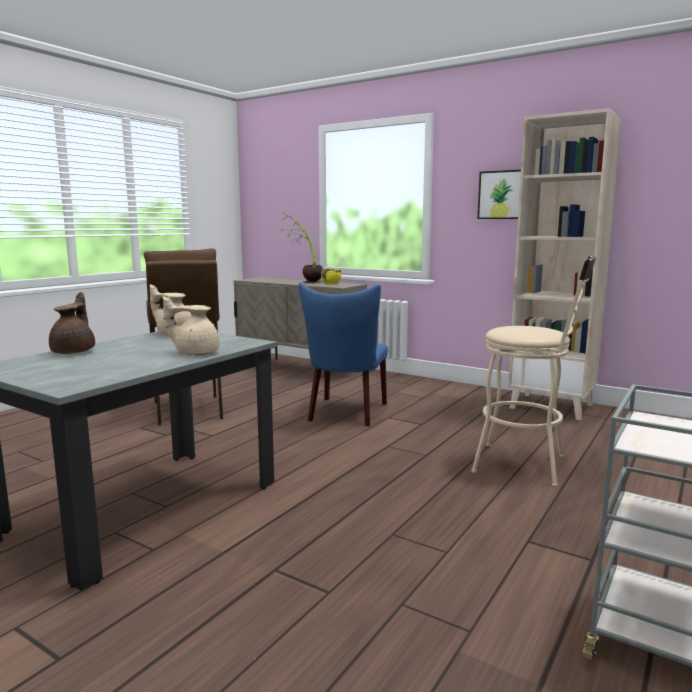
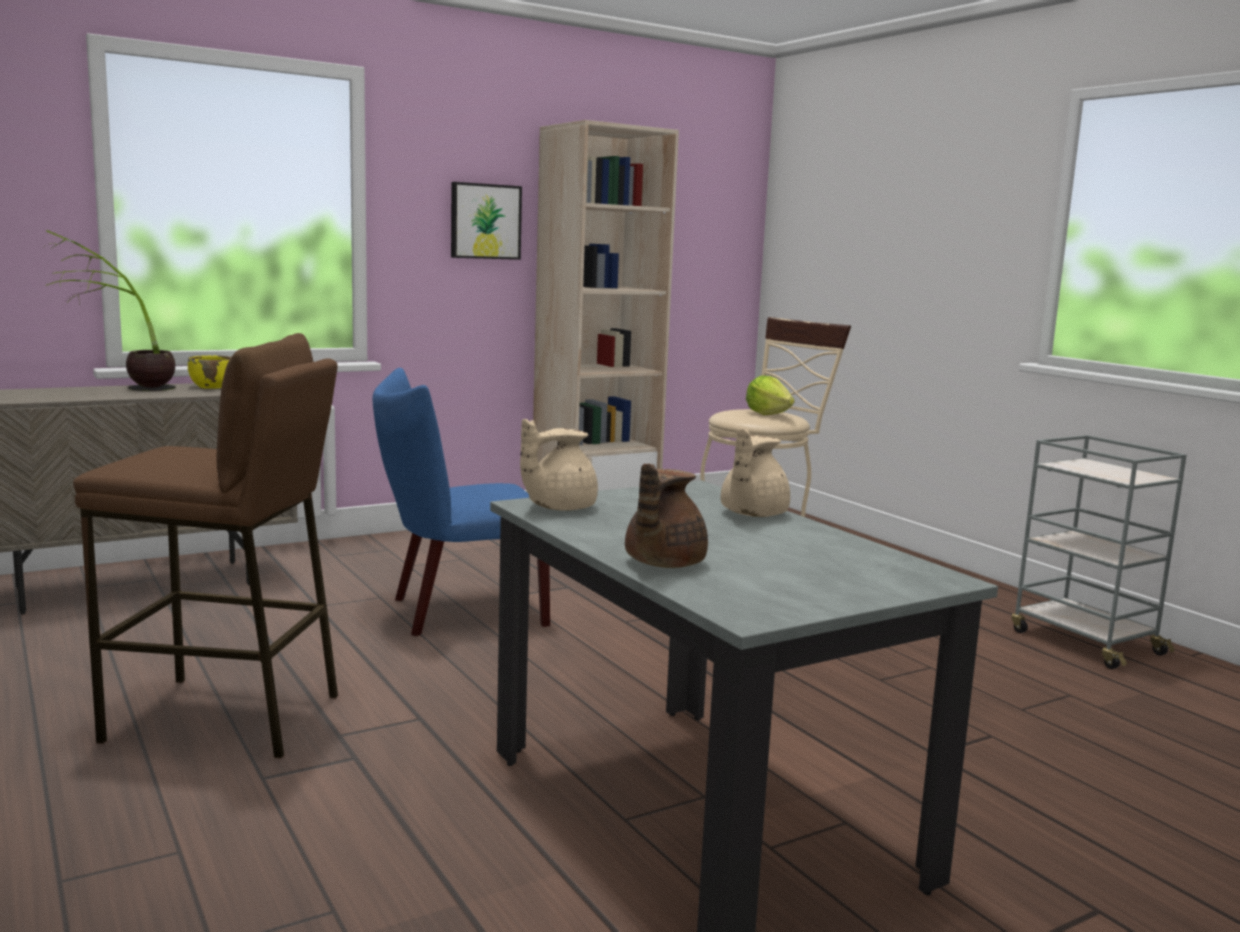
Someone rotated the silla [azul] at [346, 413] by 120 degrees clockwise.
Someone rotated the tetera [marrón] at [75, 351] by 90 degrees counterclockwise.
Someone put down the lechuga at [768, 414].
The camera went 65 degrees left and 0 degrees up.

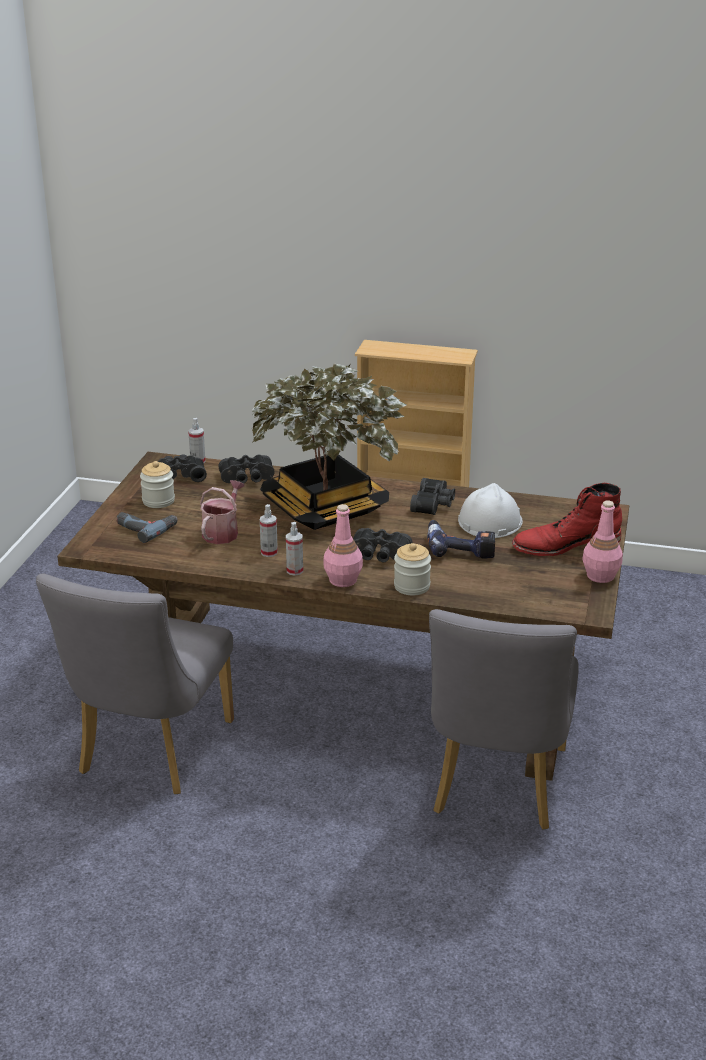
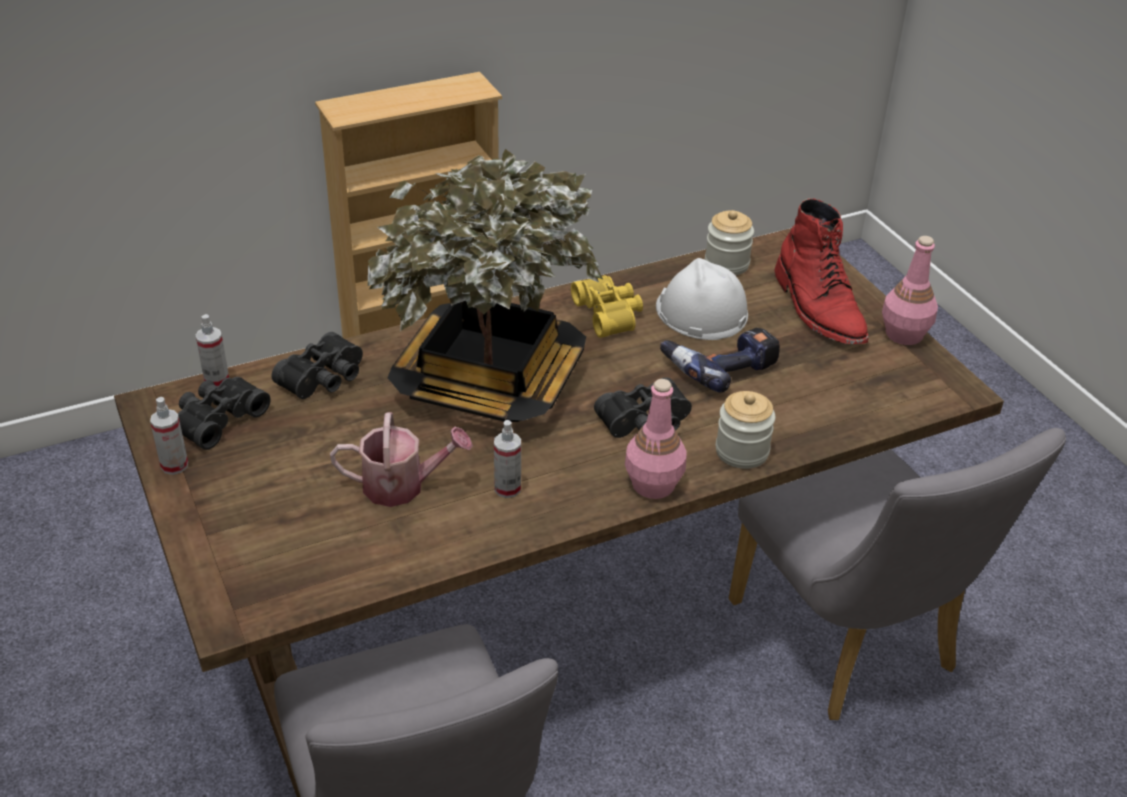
Someone carried the tarro from [158, 501] to [726, 264].
Someone repainted the prismáticos [negro] at [434, 504], which became the prismáticos [amarillo] at [610, 314].
Someone rotated the regadera at [222, 532] by 105 degrees clockwise.
Someone rotated the bota [rojo] at [565, 545] by 60 degrees counterclockwise.
Someone took away the taladro at [146, 528].
Someone carried the pulverizador from [295, 571] to [174, 465].
The camera went 40 degrees left and 10 degrees up.

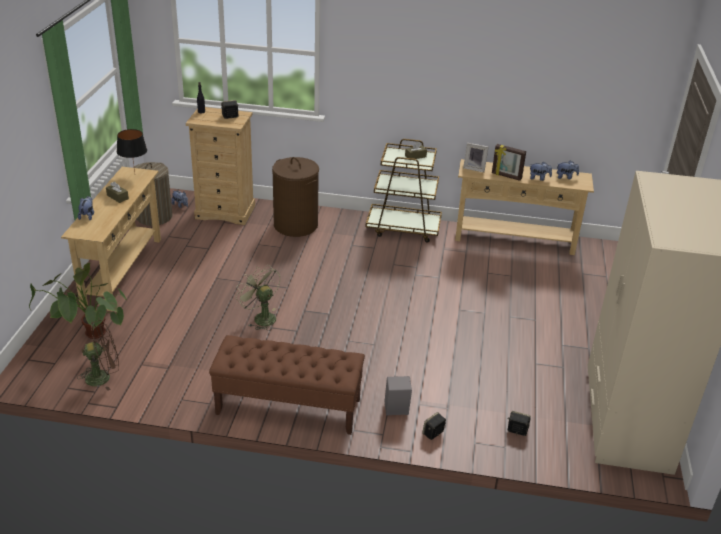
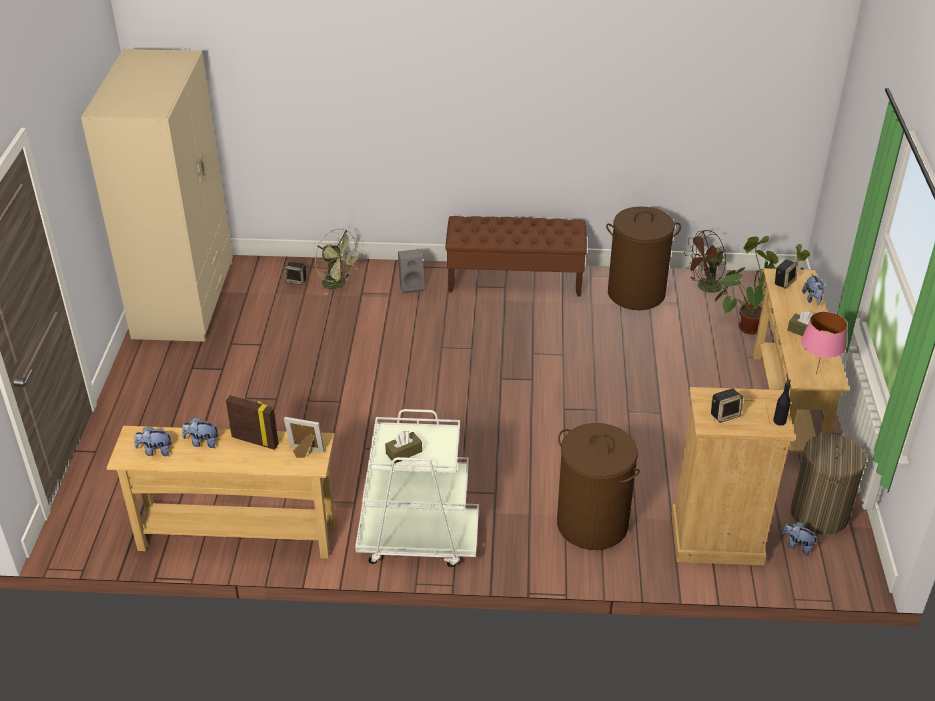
Someone repainted the lámpara de mesa [negro] at [135, 174], which became the lámpara de mesa [rosa] at [815, 374].
Someone repainted the carrito [marrón] at [403, 228], which became the carrito [blanco] at [418, 539].
Someone carried the ventilador [verde] from [261, 317] to [338, 284].
Someone carried the altavoz from [433, 433] to [784, 282].
Someone put down the cesto de la ropa [marrón] at [636, 293].
The camera went 175 degrees right and 5 degrees up.

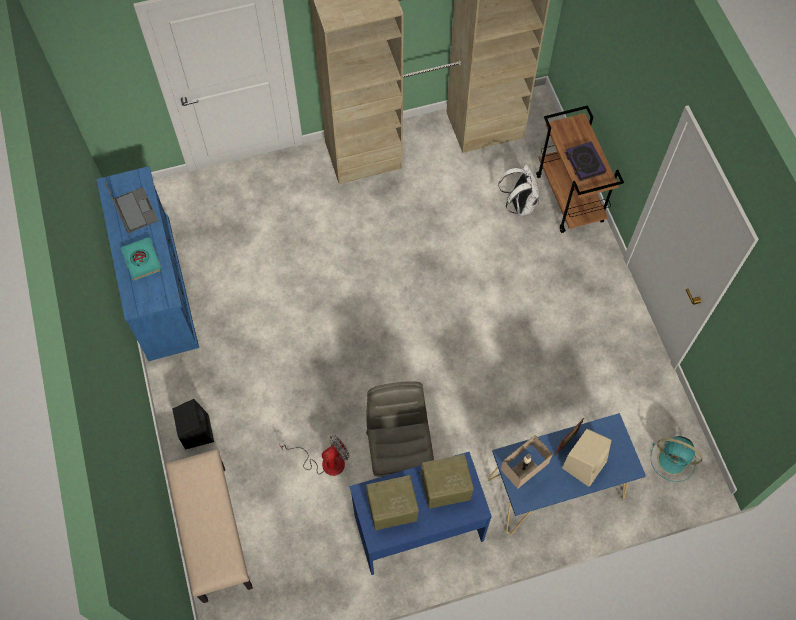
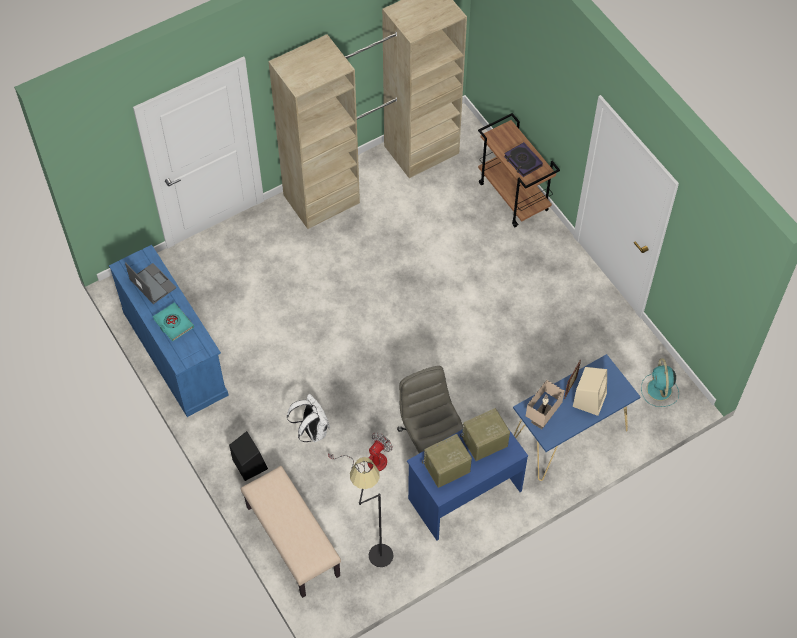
Someone carried the mochila [blanco] from [519, 205] to [312, 431].
Someone rotated the ventilador [turquesa] at [673, 461] by 75 degrees clockwise.
Someone put down the lámpara de pie [negro] at [373, 547].
The camera went 15 degrees left and 5 degrees down.

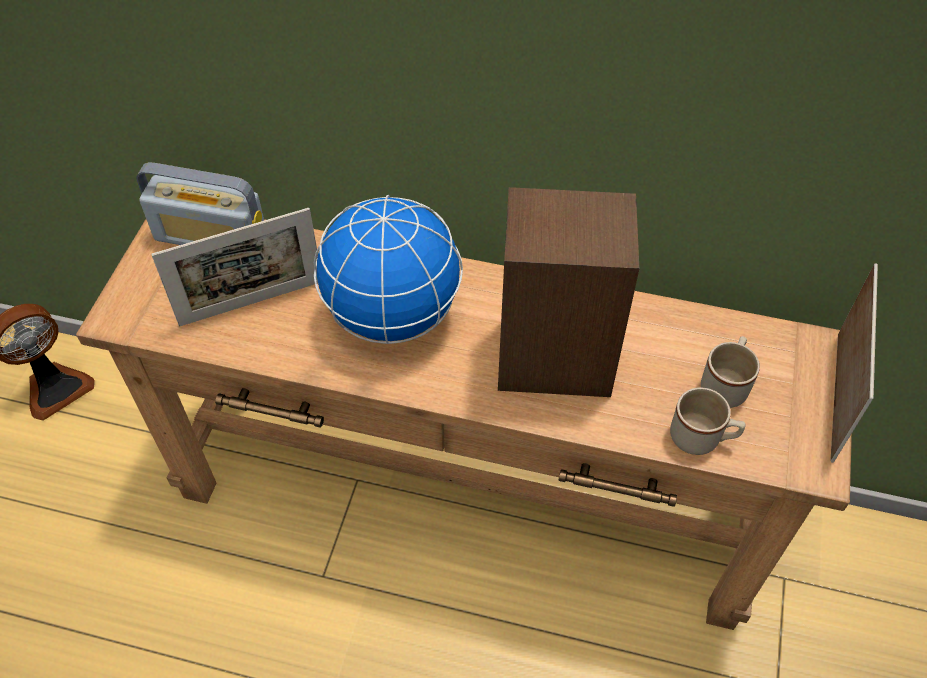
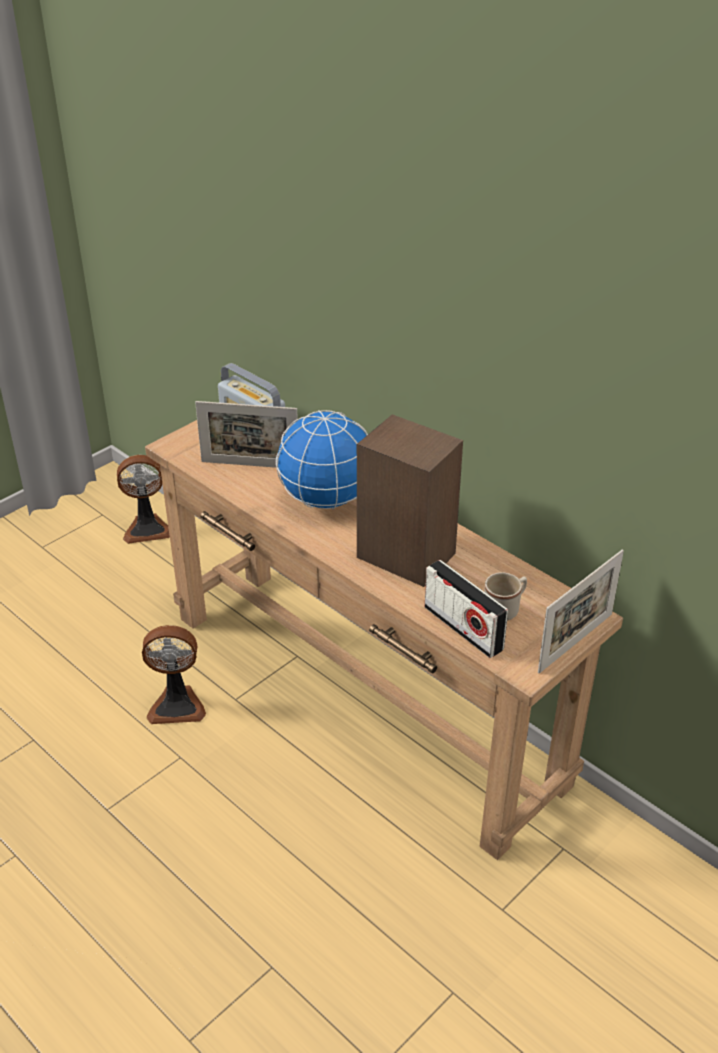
Someone swapped the taza grande [beis] at [702, 438] for the radio at [463, 628].
Someone put down the ventilador at [177, 705].
The camera went 30 degrees right and 15 degrees down.

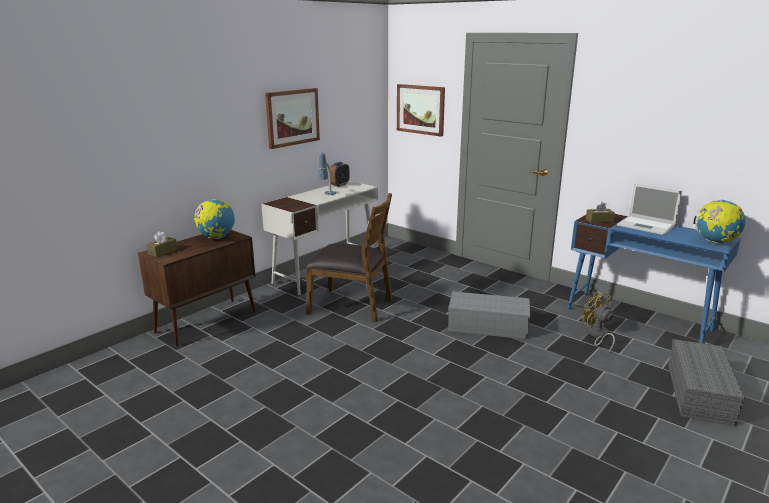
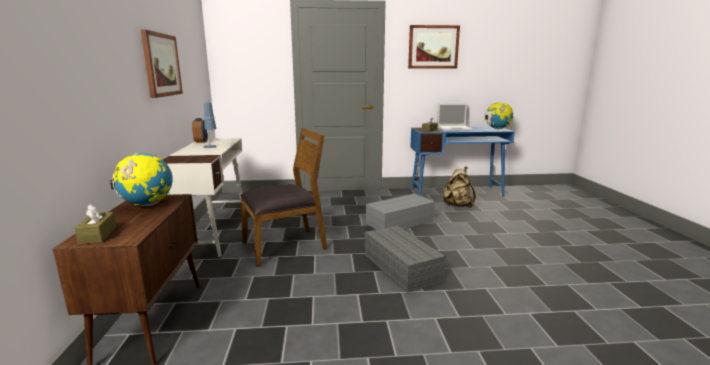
Someone carried the cuadro from [420, 109] to [433, 47].
Someone swapped the ventilador [amarillo] at [597, 335] for the mochila [beis] at [457, 206].
Someone carried the caja de almacenaje [gris] from [700, 394] to [402, 268].
The camera went 45 degrees left and 5 degrees down.

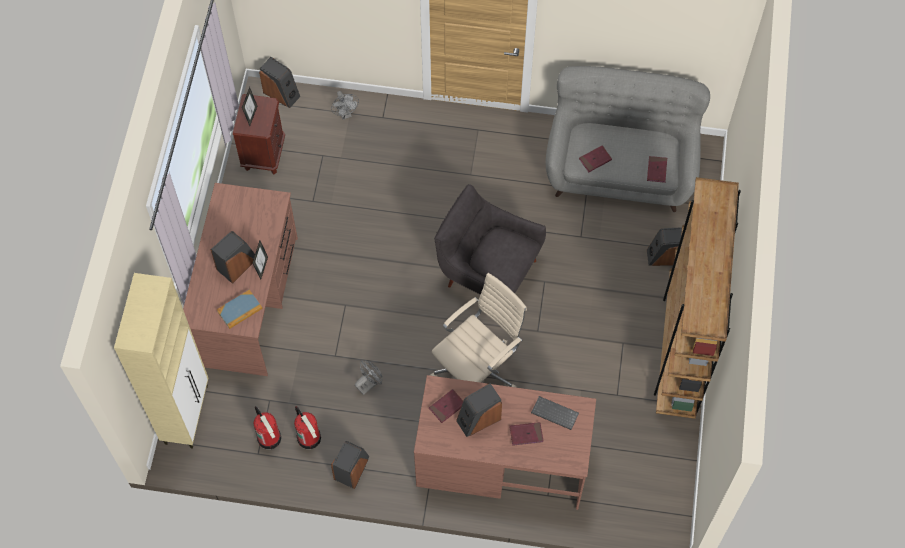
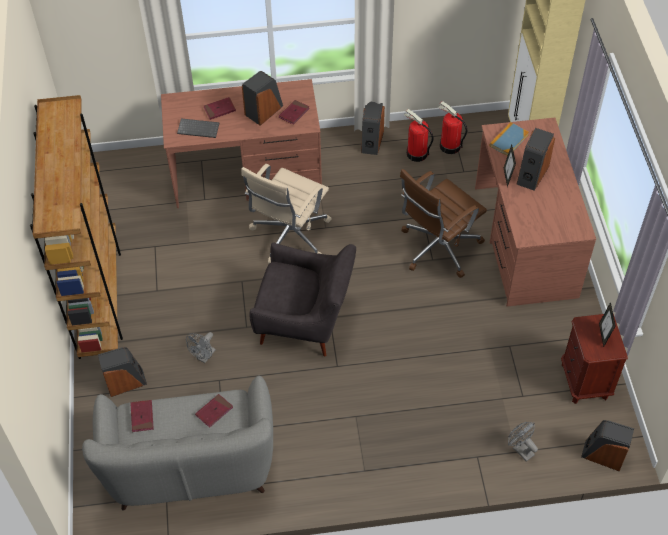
Someone carried the ventilador [gris] from [369, 384] to [204, 357].
Someone put down the silla de oficina [marrón] at [438, 248].
The camera went 165 degrees right and 10 degrees down.

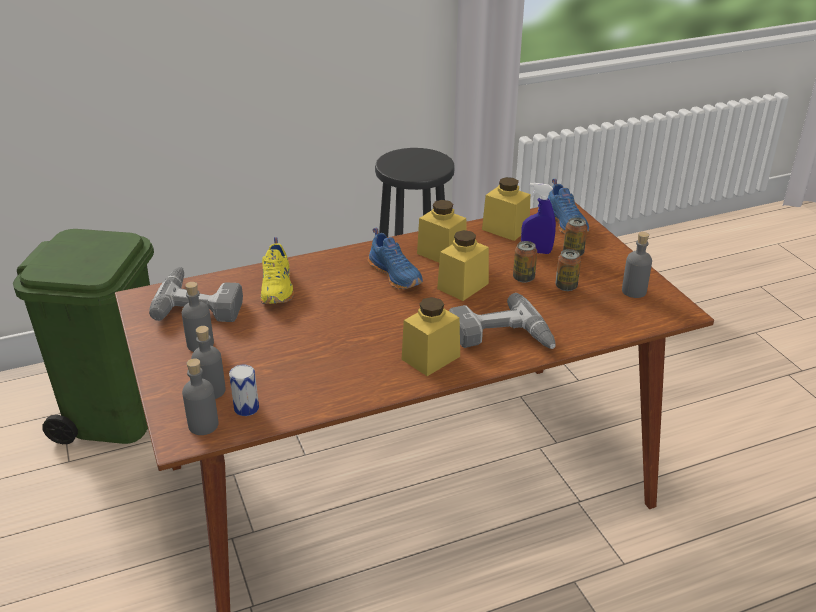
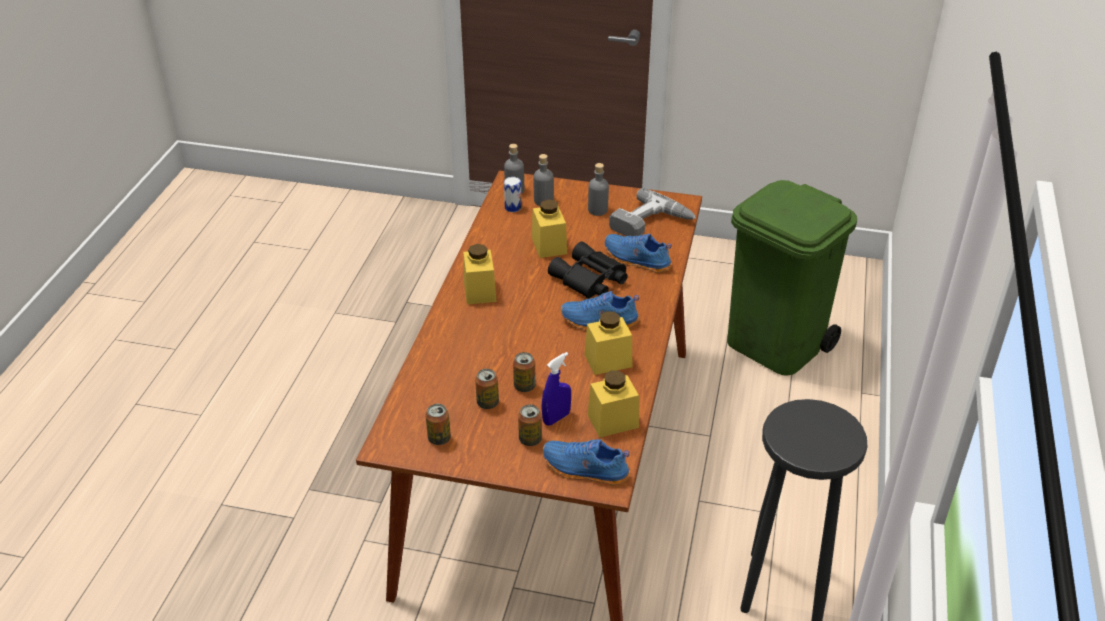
Someone carried the tarro [amarillo] from [463, 286] to [549, 245].
Someone swapped the botella [gris] at [634, 291] for the lata at [439, 438].
Someone repainted the zapato [amarillo] at [278, 288], which became the zapato [azul] at [636, 260].
Someone took away the taladro at [501, 338].
Someone put down the prismáticos [negro] at [589, 280].
The camera went 125 degrees right and 5 degrees up.

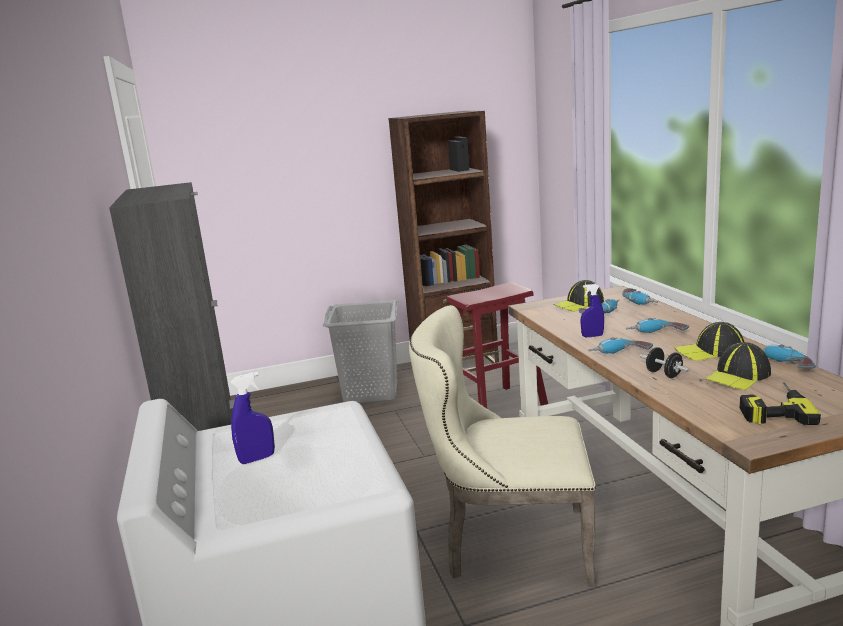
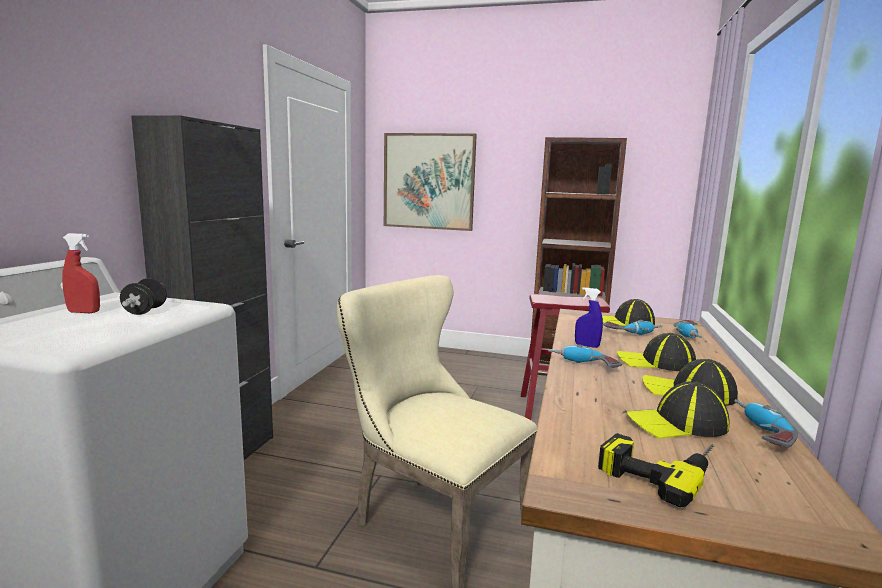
Someone took away the cesto de la ropa [gris] at [370, 392].
Someone swapped the taladro at [656, 334] for the gorra at [656, 362].
Someone carried the mancuerna [negro] from [664, 374] to [145, 311].
Someone repainted the pulverizador [azul] at [257, 459], which became the pulverizador [rojo] at [84, 312].
Someone put up the cuadro at [428, 181].
The camera went 30 degrees right and 5 degrees down.

